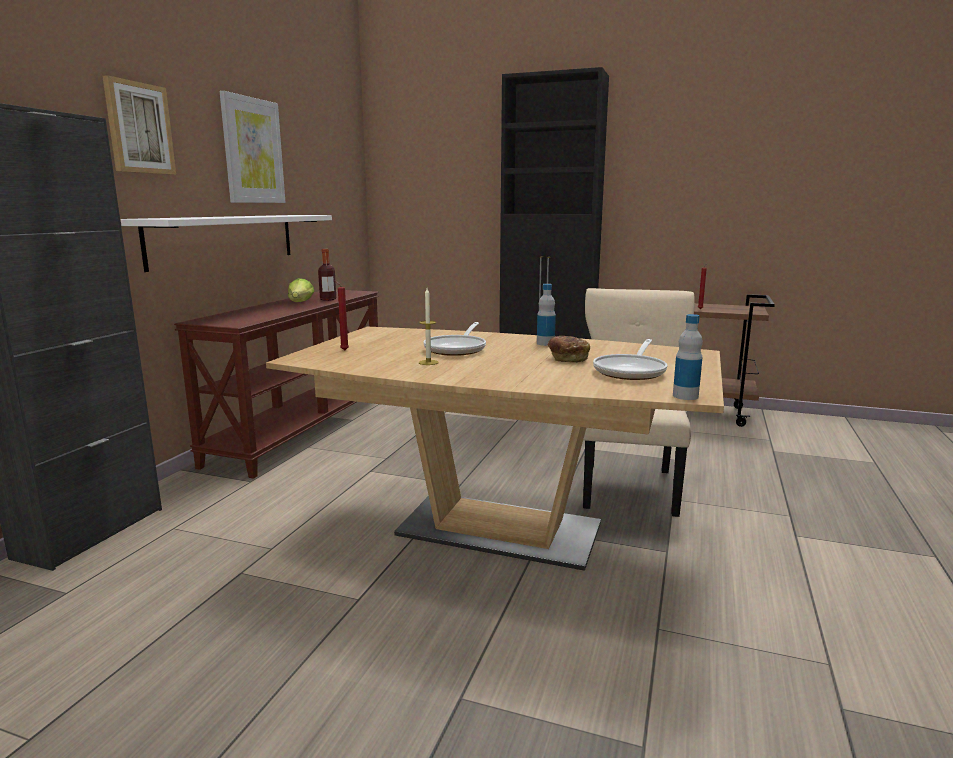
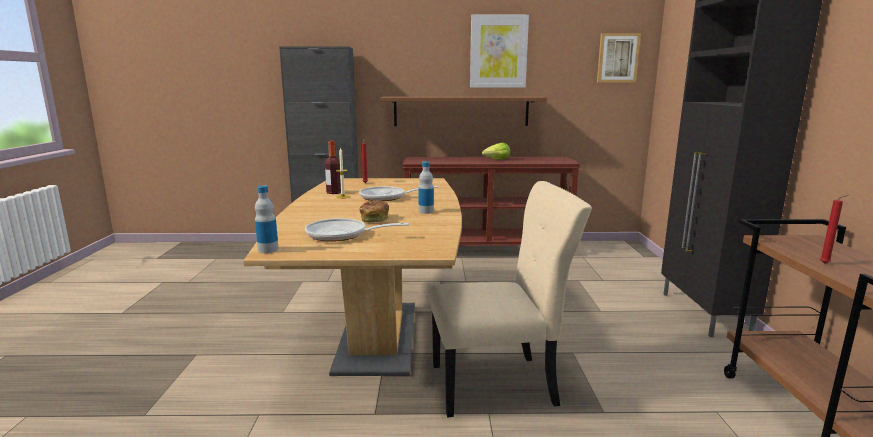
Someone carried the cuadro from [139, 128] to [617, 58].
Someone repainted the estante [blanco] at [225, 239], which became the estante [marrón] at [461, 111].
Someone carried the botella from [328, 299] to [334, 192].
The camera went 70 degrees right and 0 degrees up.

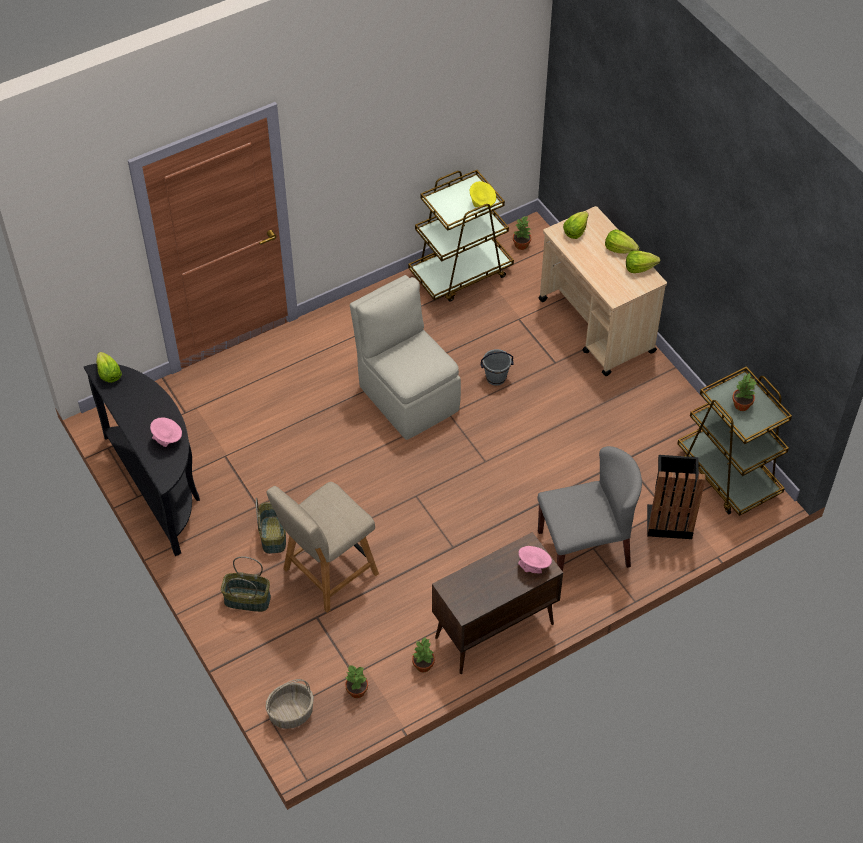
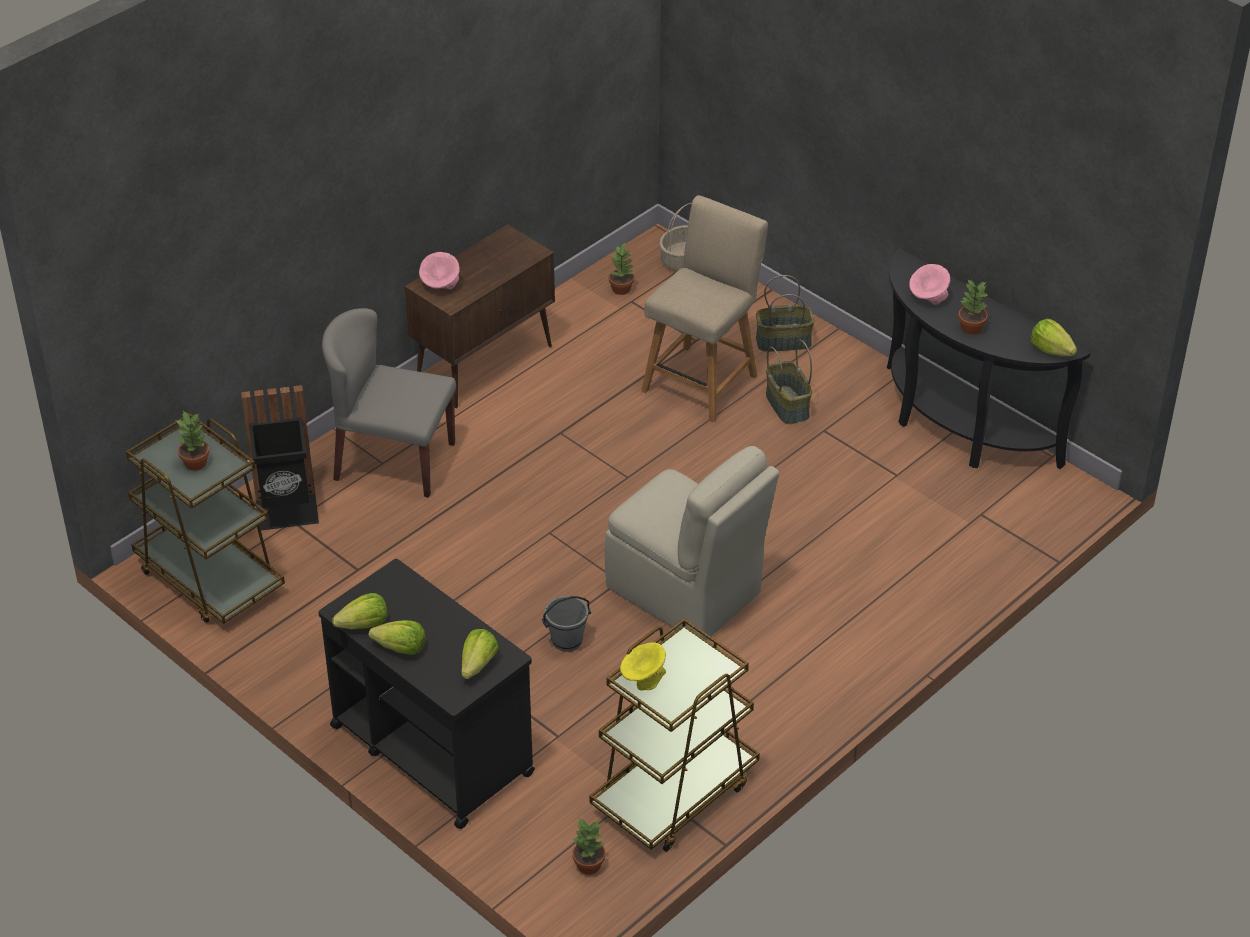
Someone repainted the carrito [beis] at [596, 326], which became the carrito [negro] at [431, 749].
Someone rotated the silla [gris] at [584, 548] by 45 degrees clockwise.
Someone carried the planta en maceta from [423, 665] to [970, 328].
The camera went 165 degrees right and 10 degrees down.

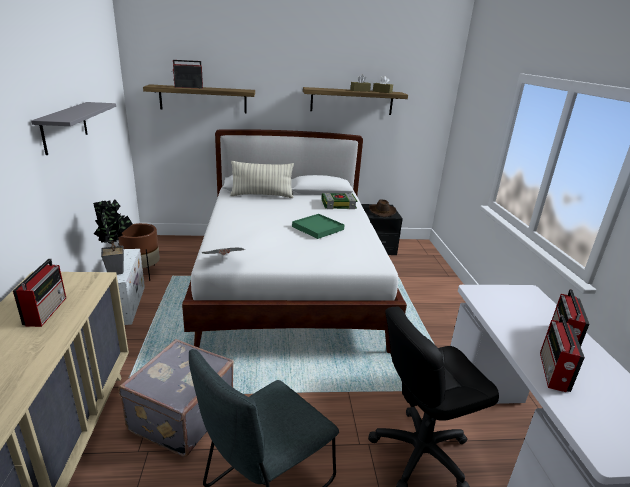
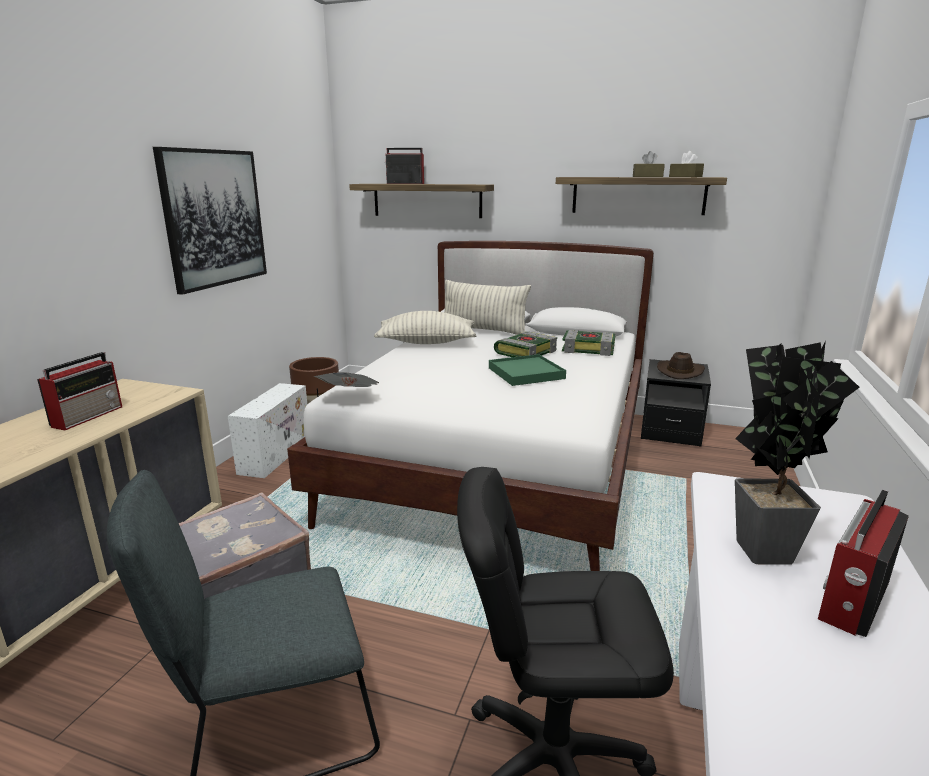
Someone swapped the estante [gris] at [65, 127] for the cuadro at [214, 218].
Someone carried the planta en maceta from [117, 269] to [764, 546].
Someone took away the radio at [553, 372].
Someone put down the cojín at [426, 342].
Someone put down the libro at [525, 352].
The camera went 25 degrees right and 5 degrees down.

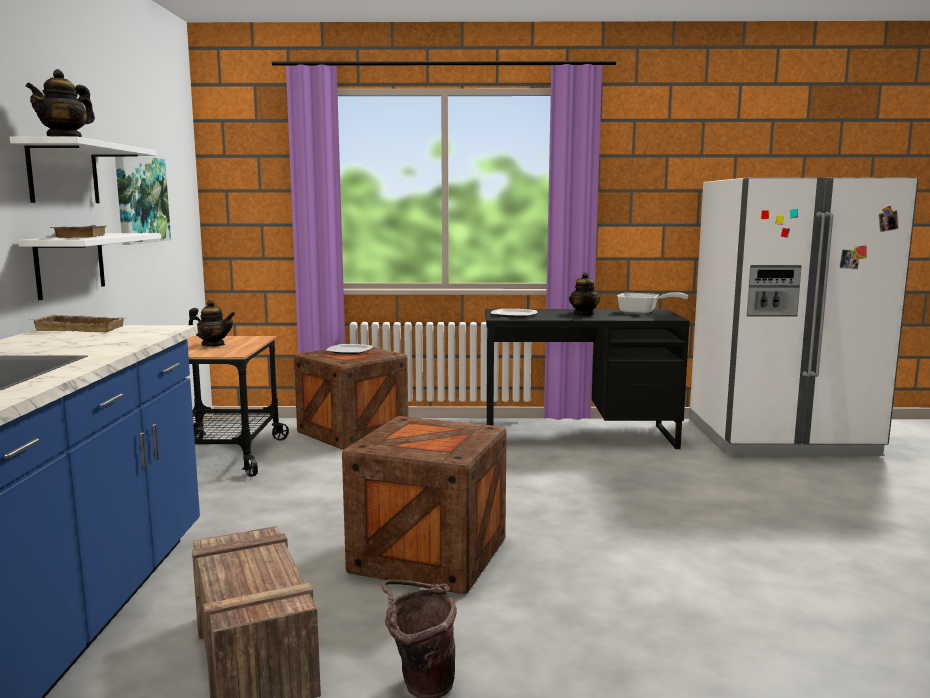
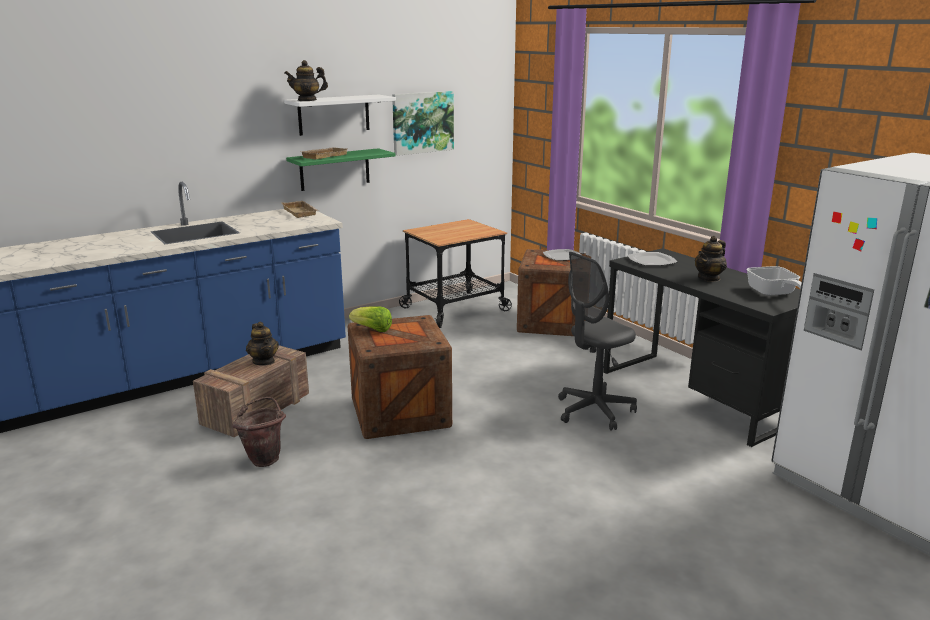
Someone repainted the estante [blanco] at [70, 264], which became the estante [verde] at [335, 169].
Someone carried the tetera from [213, 345] to [264, 361].
Someone put down the silla de oficina [gris] at [594, 411].
Someone put down the lechuga at [372, 329].
The camera went 55 degrees right and 10 degrees up.

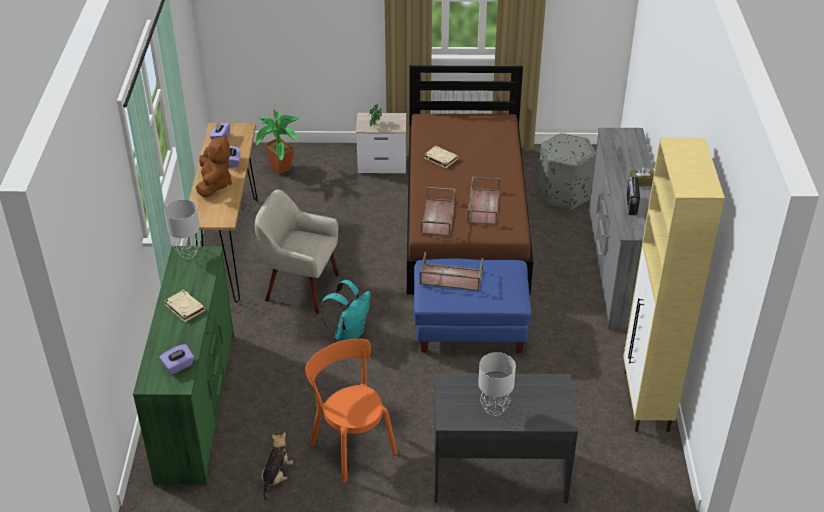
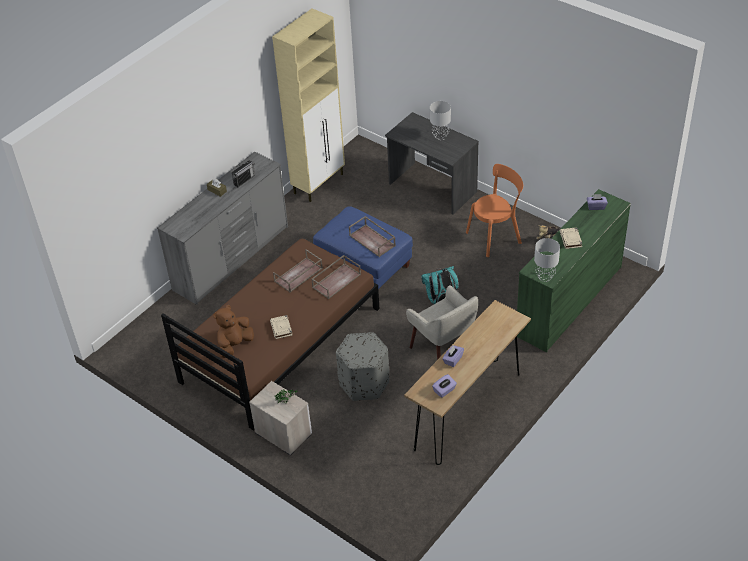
Someone took away the planta en maceta at [281, 171].
Someone carried the puf [gris] from [563, 194] to [364, 383].
Someone carried the peluche [marrón] from [214, 184] to [234, 345].
Someone rotated the silla [naranja] at [351, 445] by 120 degrees counterclockwise.
The camera went 140 degrees left and 5 degrees up.

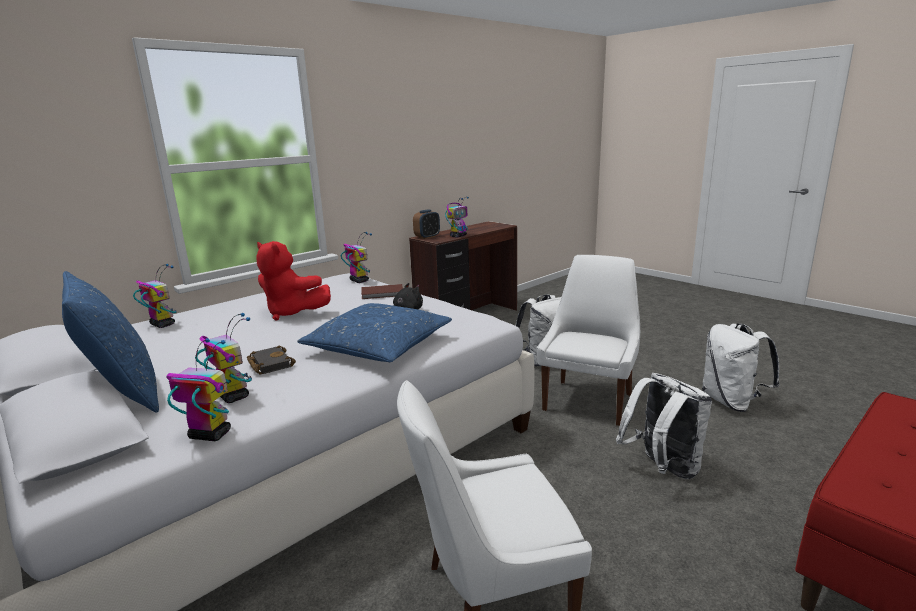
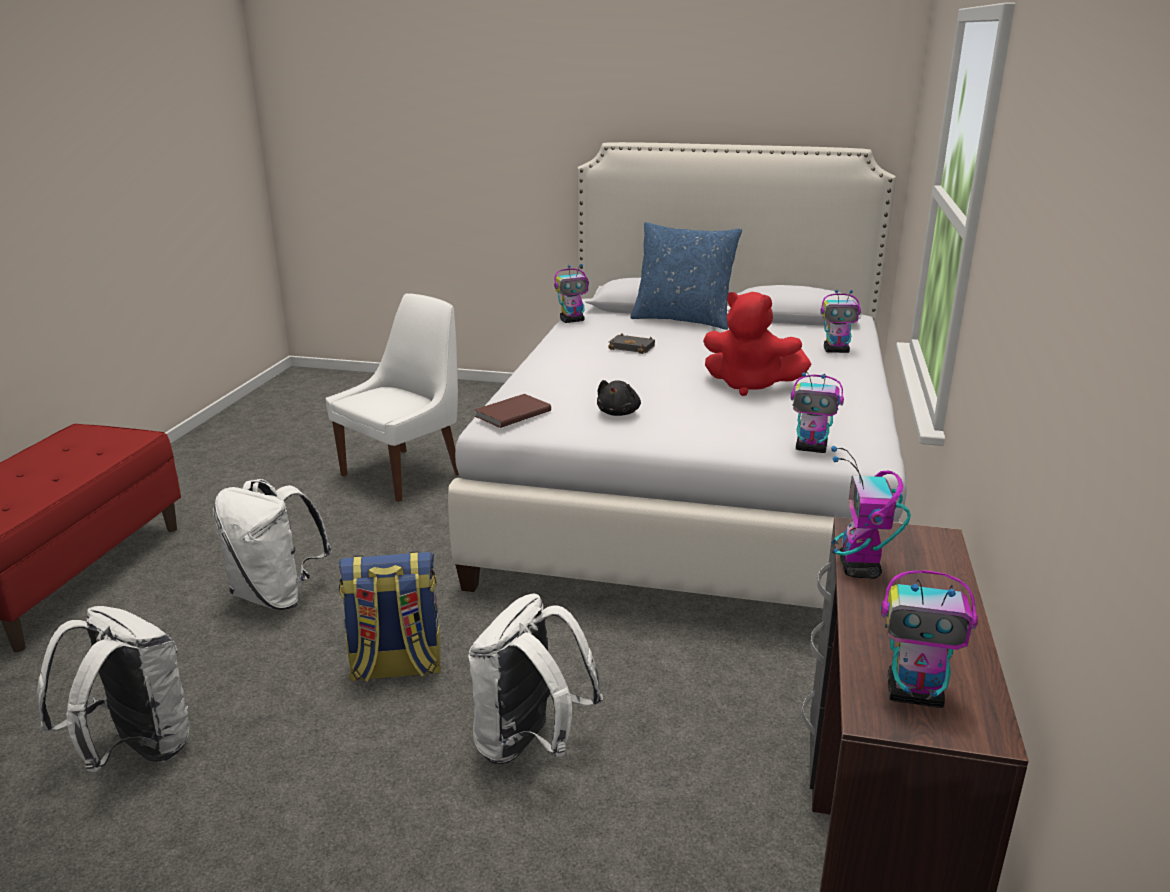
Someone took away the despertador at [427, 237].
Someone rotated the peluche [rojo] at [292, 313] by 150 degrees counterclockwise.
Someone swapped the silla [blanco] at [589, 400] for the mochila at [395, 667].
Someone carried the libro [marrón] from [383, 293] to [511, 413].
Someone took away the cojín [azul] at [379, 346].
Someone carried the robot de juguete from [232, 396] to [915, 694].
The camera went 145 degrees right and 5 degrees up.

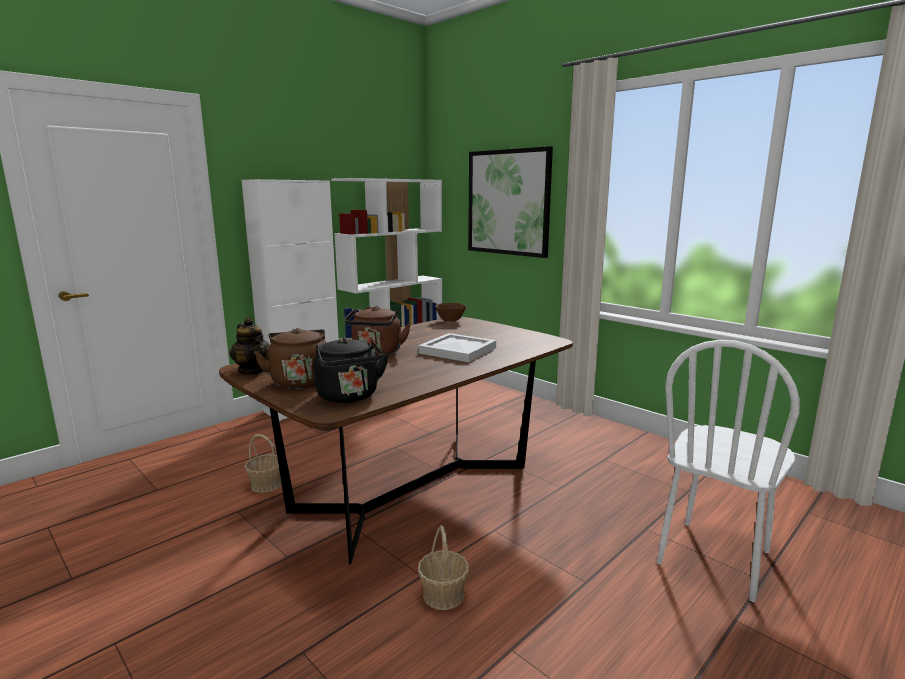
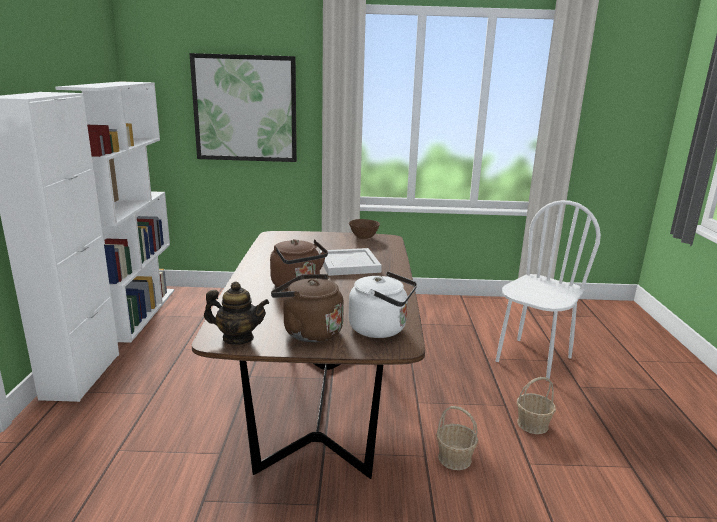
Someone carried the cuenco [marrón] from [450, 321] to [363, 237].
Someone repainted the hervidor [negro] at [349, 397], which became the hervidor [blanco] at [381, 329].
Someone rotated the silla [blanco] at [714, 558] by 135 degrees counterclockwise.
Someone carried the cesta from [266, 484] to [533, 424].
The camera went 45 degrees left and 5 degrees up.

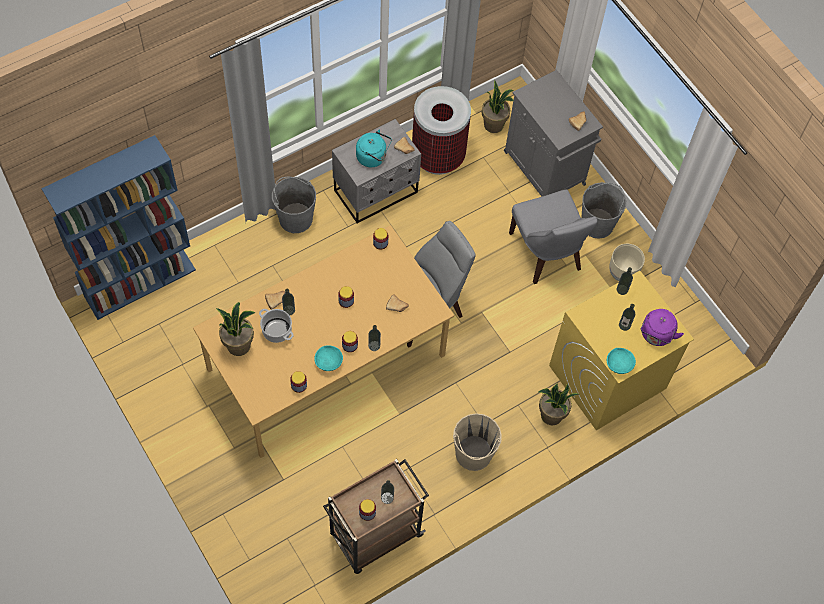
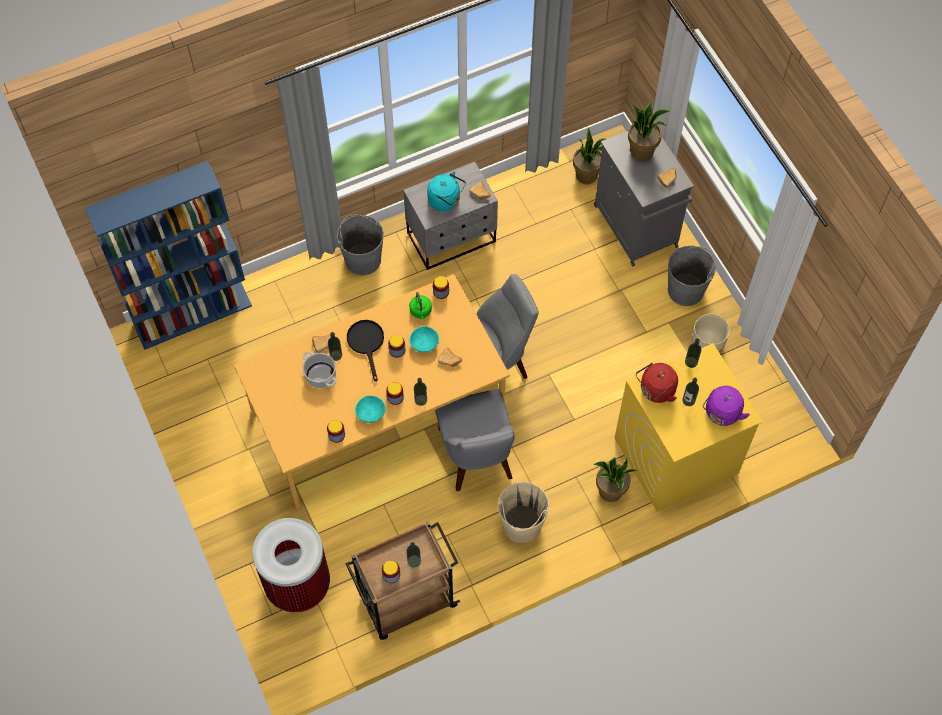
Someone carried the papelera from [438, 156] to [298, 584].
Someone carried the silla [gris] from [546, 254] to [476, 457].
Someone carried the planta en maceta from [239, 345] to [642, 151].
Someone carried the cuenco [turquesa] from [619, 364] to [425, 344].
Someone put down the hervidor [verde] at [421, 311].
Someone put down the sartén [negro] at [367, 343].
Someone put down the hervidor [rojo] at [655, 391].
The camera went 10 degrees right and 0 degrees up.

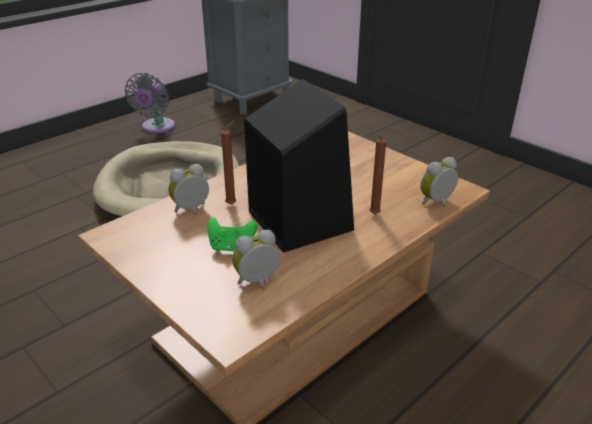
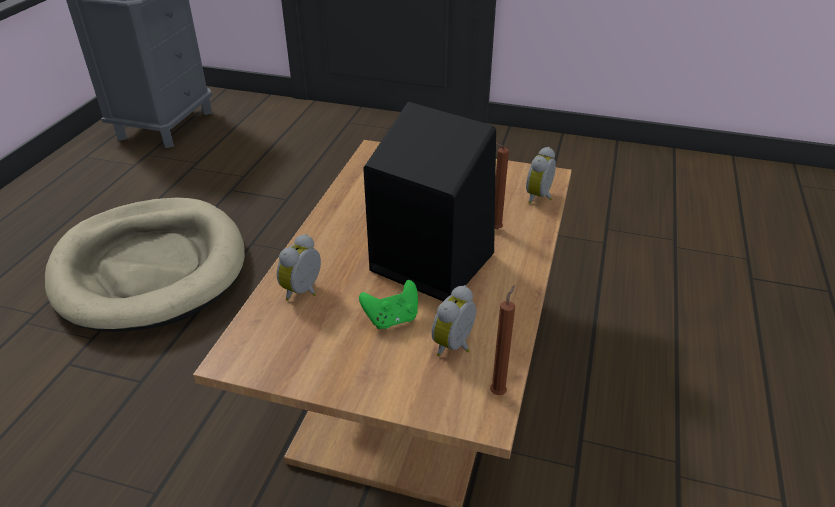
Someone took away the ventilador [gris] at [156, 128].
Someone carried the vela [marrón] from [232, 204] to [499, 391].
The camera went 30 degrees left and 5 degrees up.

